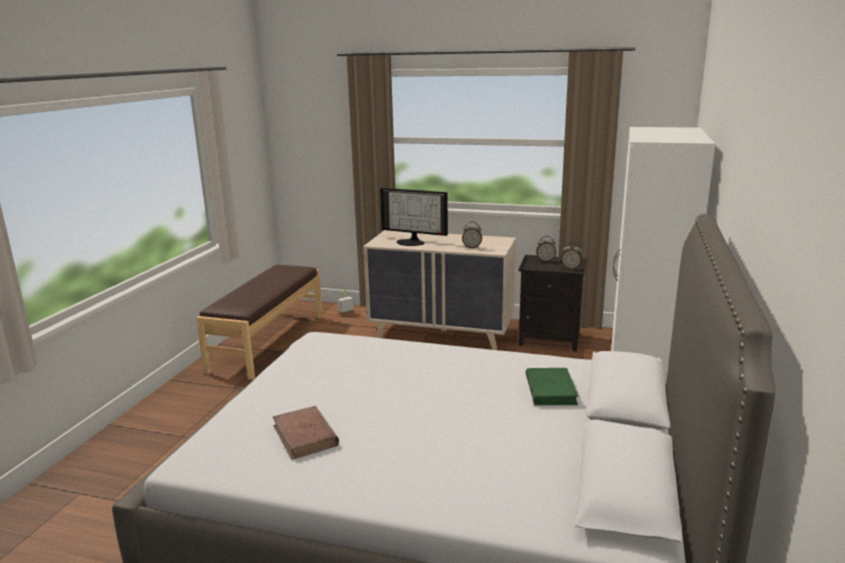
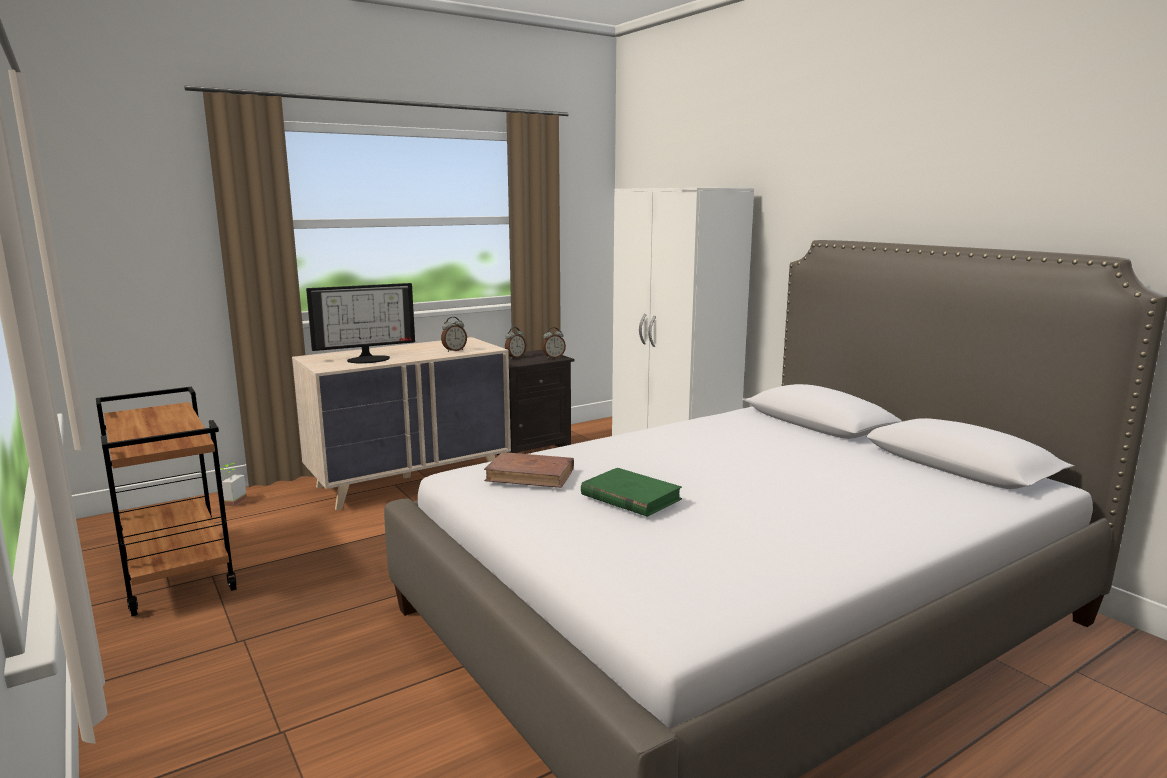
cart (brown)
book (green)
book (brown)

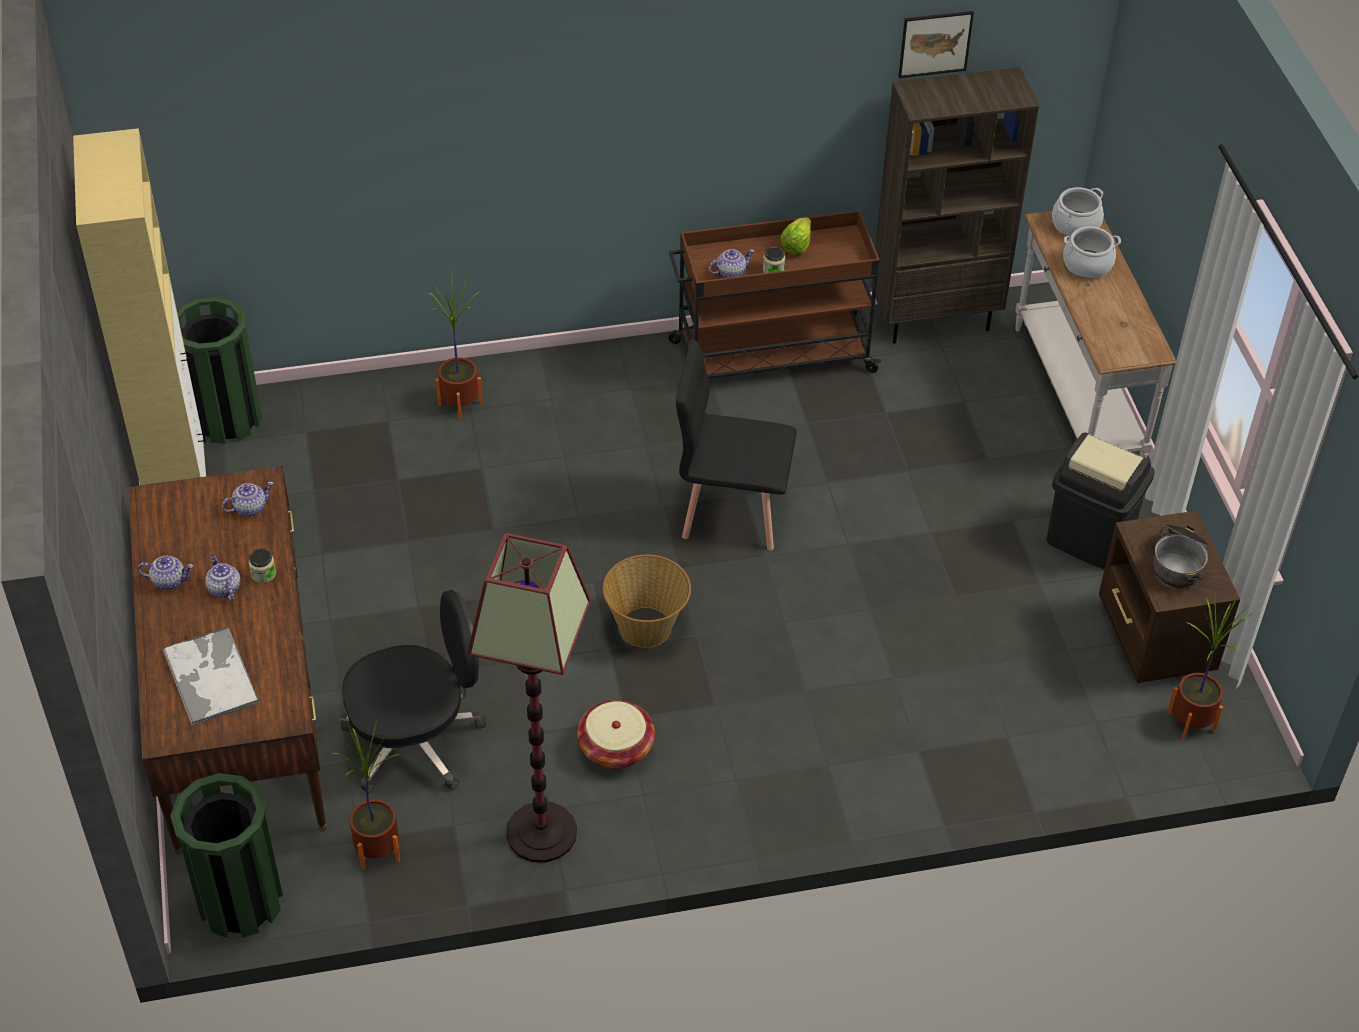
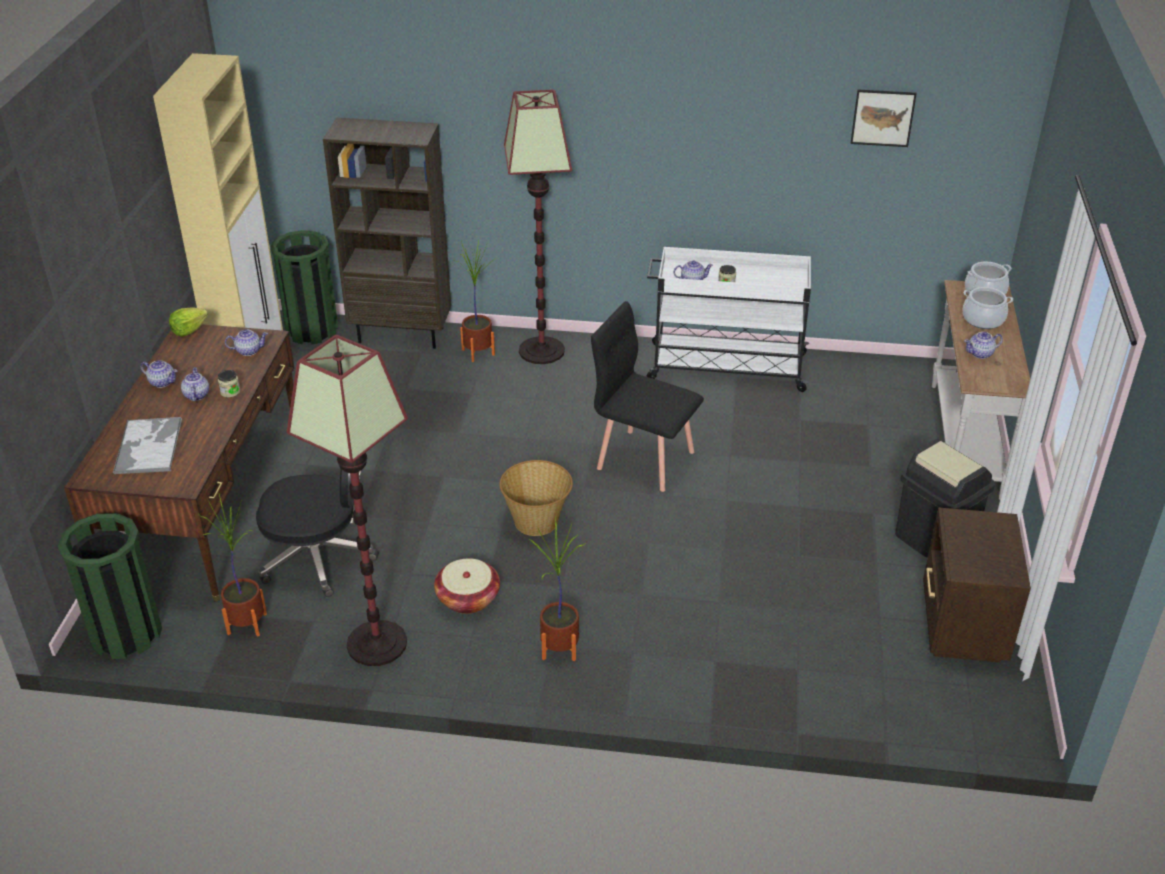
bookcase (brown)
cart (white)
lettuce
cooking pot (3rd from left in the first image)
potted plant (3rd from left)
floor lamp (2nd from left)
teapot (5th from left)

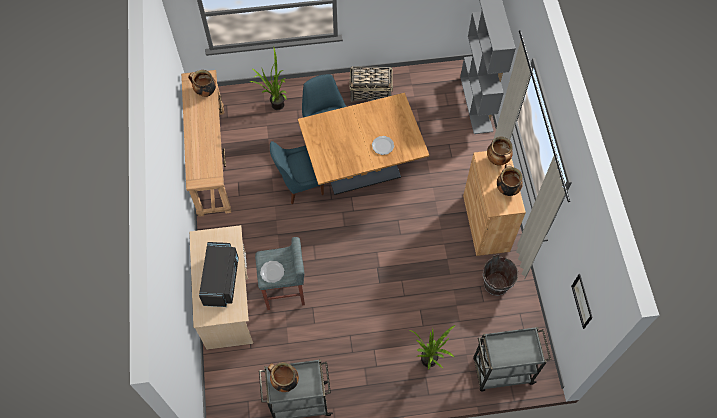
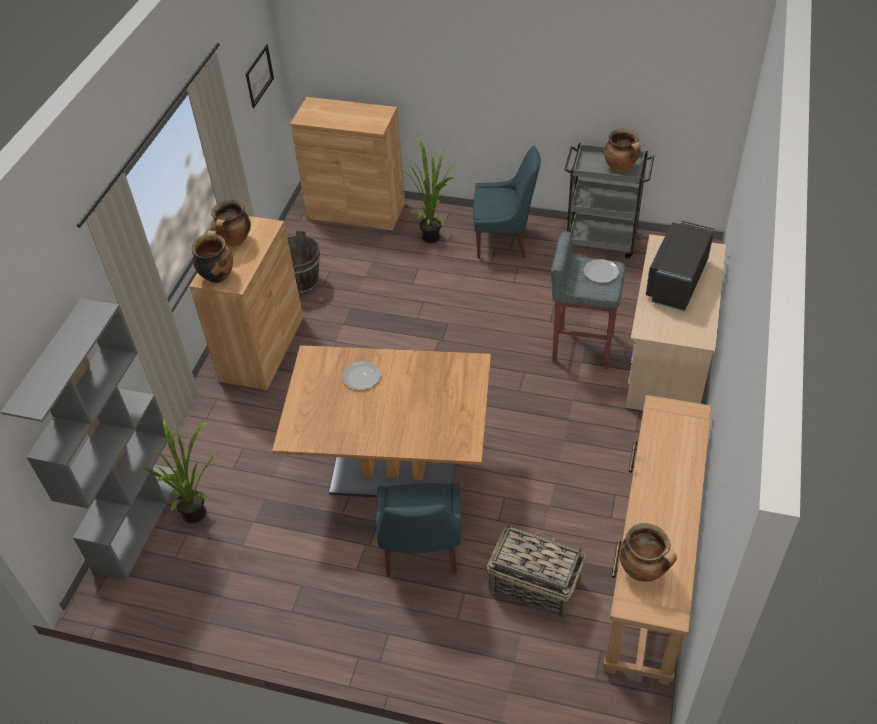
potted plant (1st from left)
basket
chair (blue) (2nd from left)
cabinet (brown) (2nd from left)

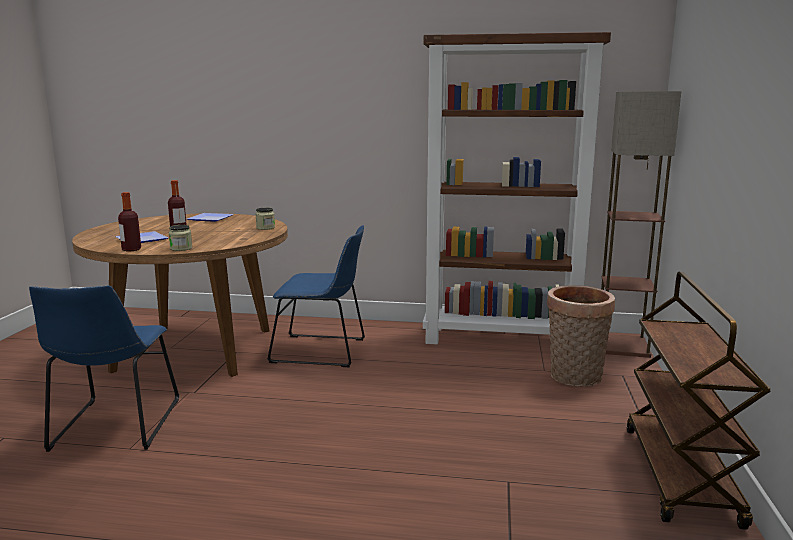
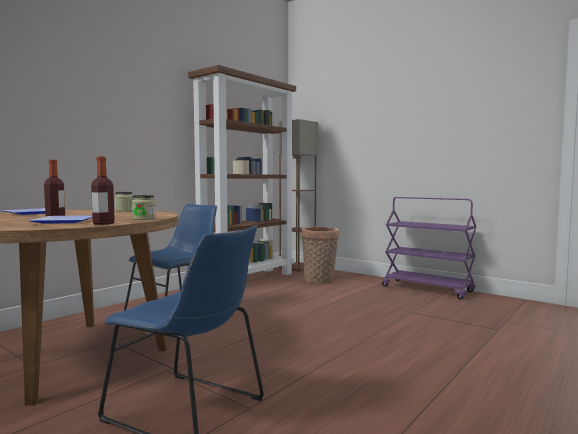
cart (purple)

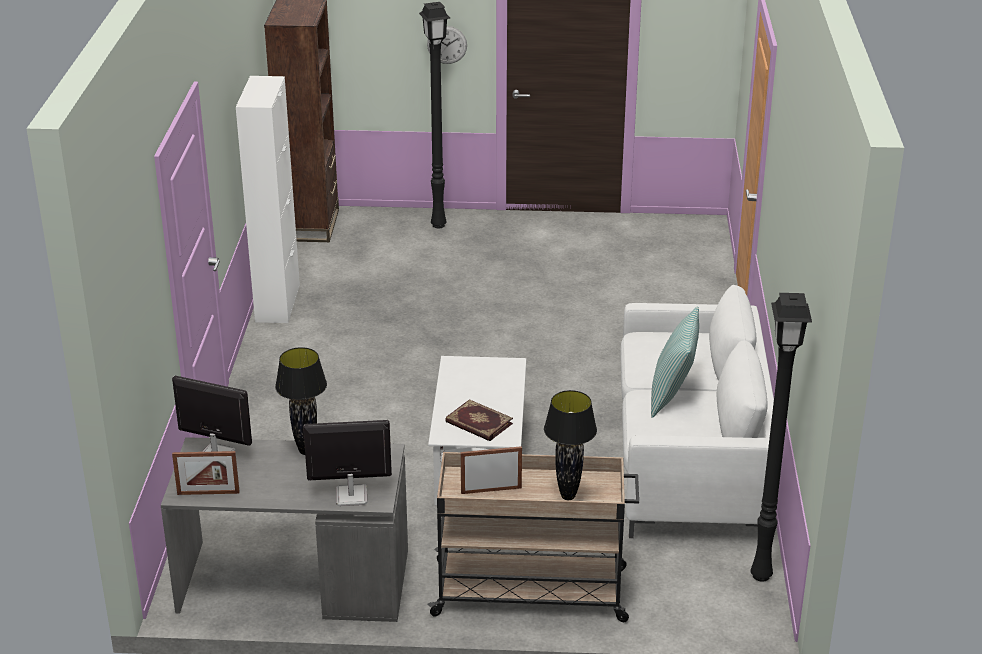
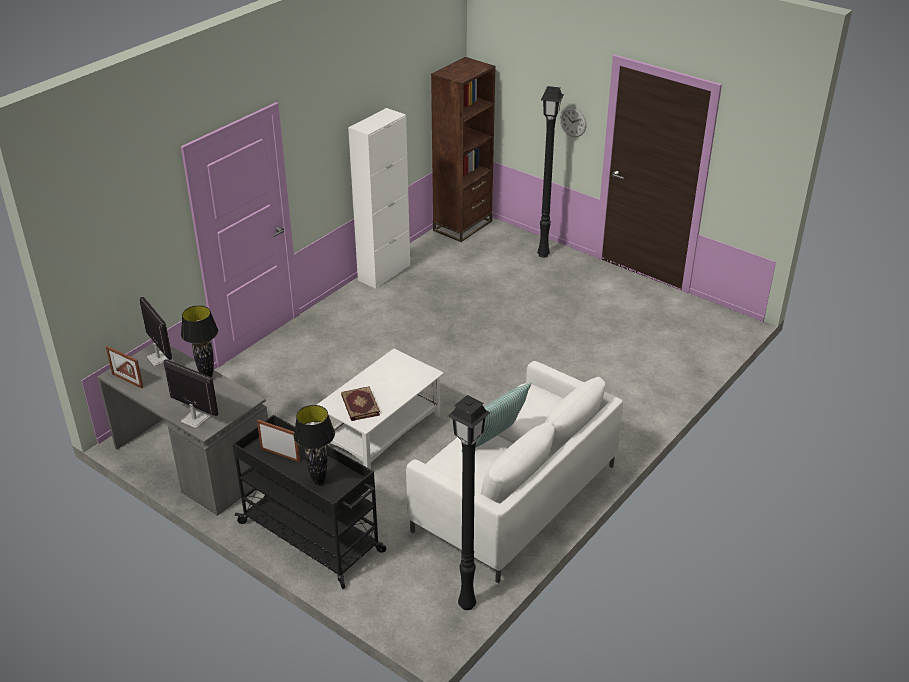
cart (black)

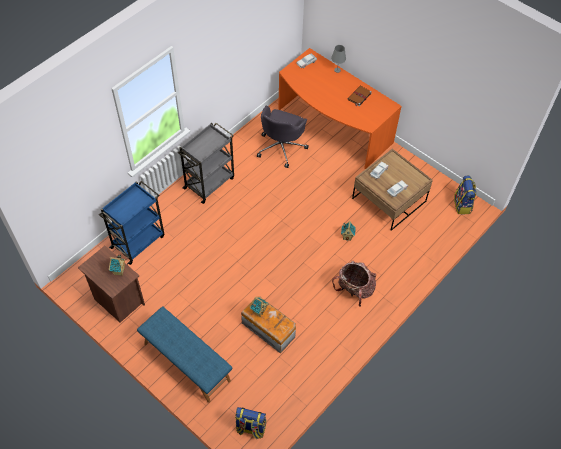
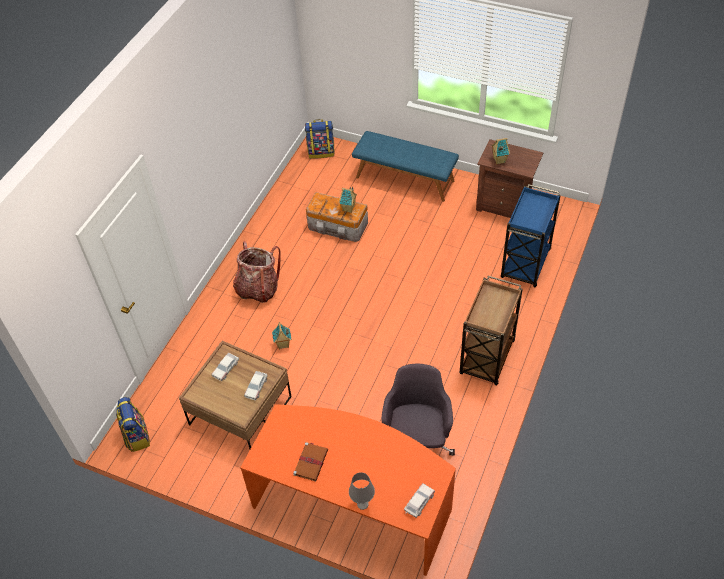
cart (brown)

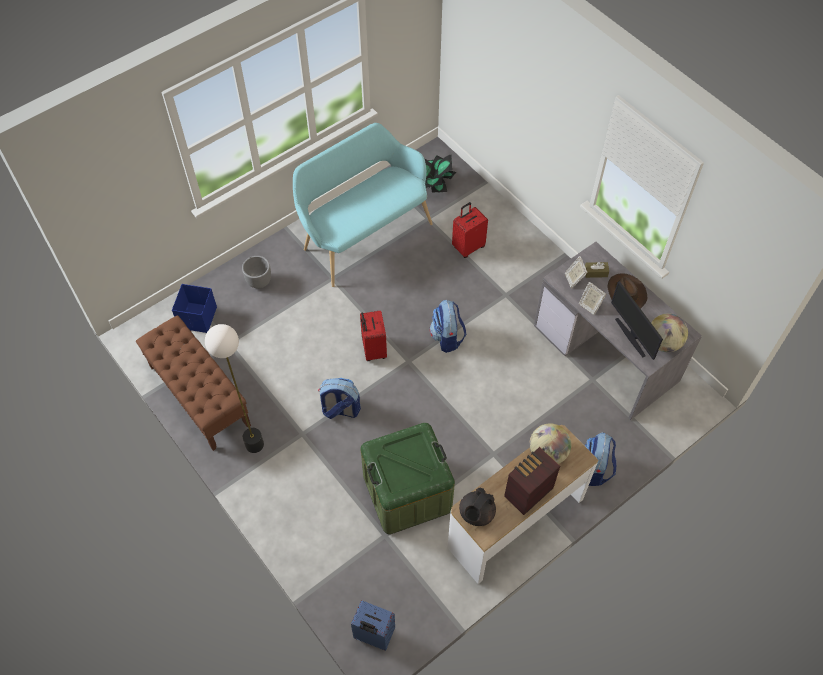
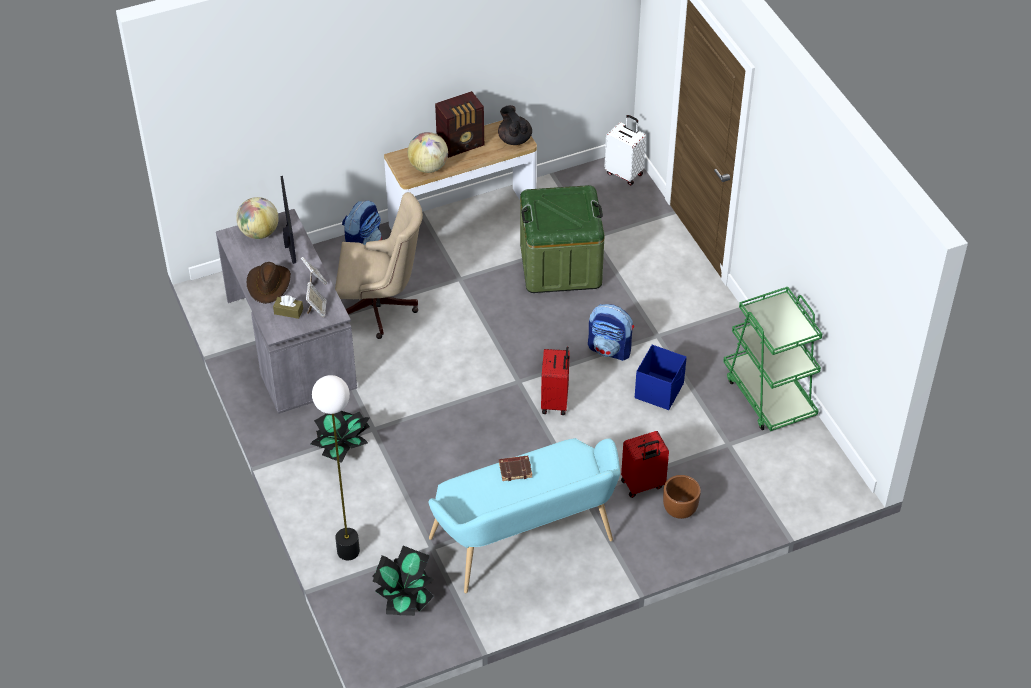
suitcase (red) (2nd from left)
planter (brown)
storage box (blue)
backpack (2nd from left in the first image)
cart (green)
floor lamp
teapot (black)
suitcase (white)
office chair (beige)
potted plant (1st from left)
book (brown)

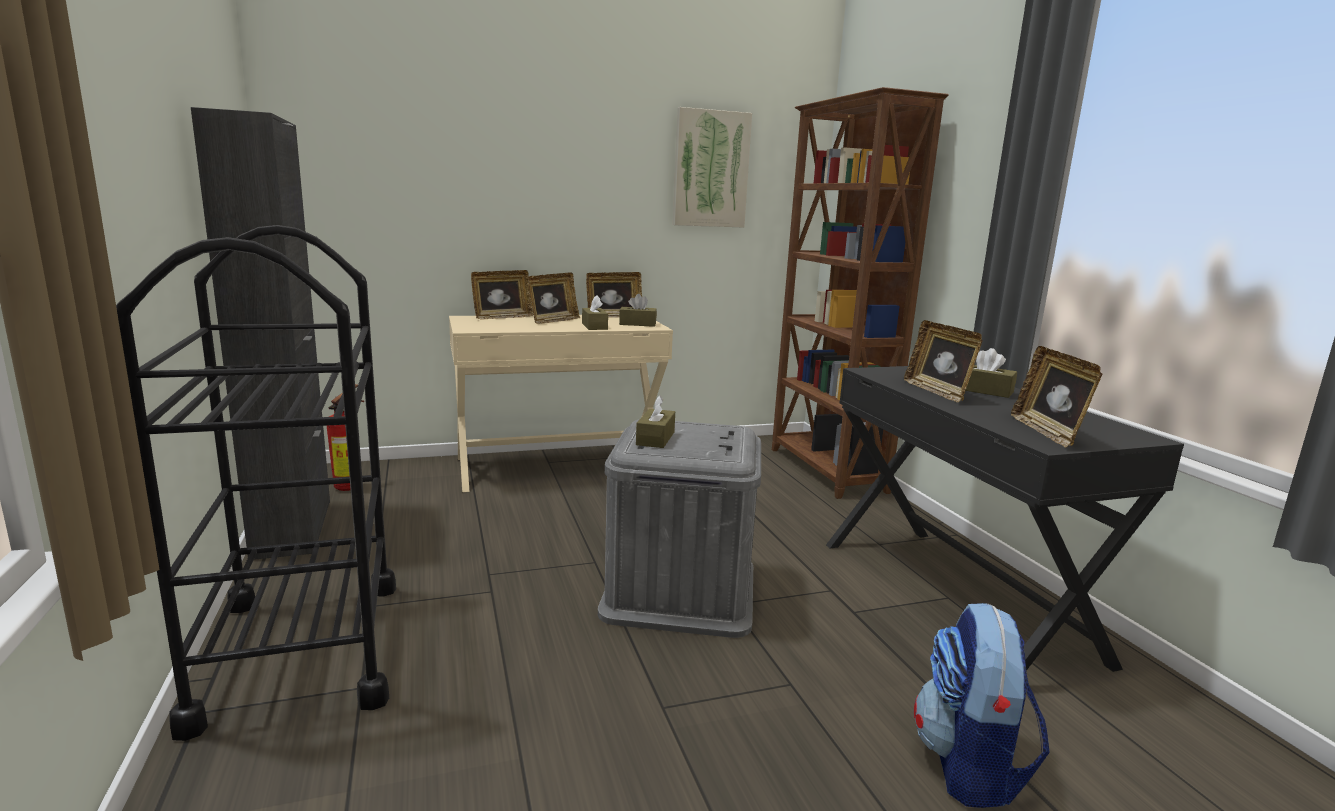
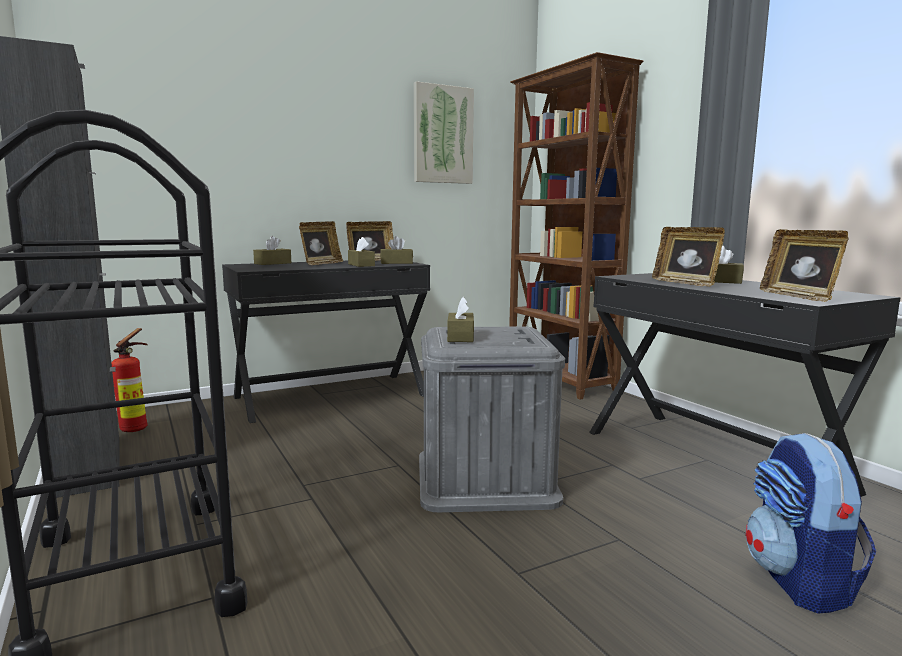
tissue box (brown) (1st from left)
desk (black) (1st from left)

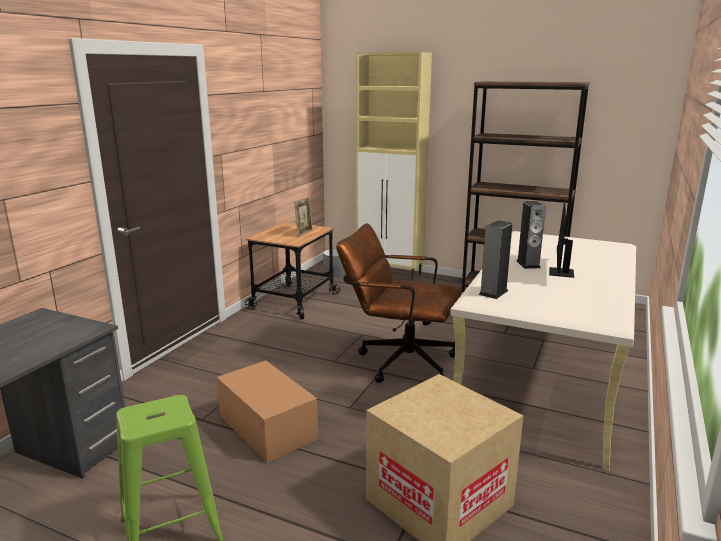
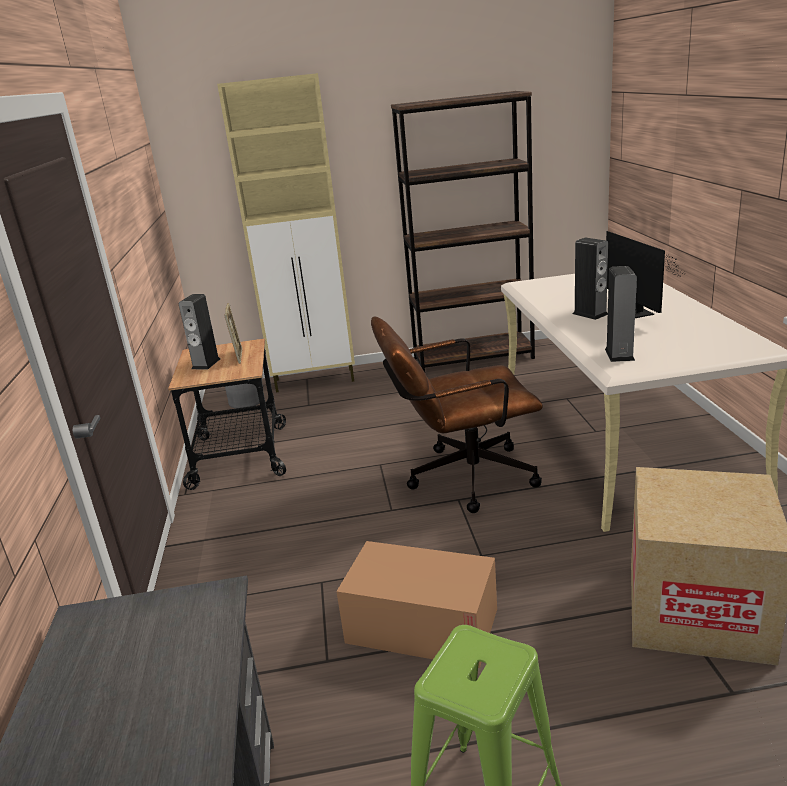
speaker (1st from left)

